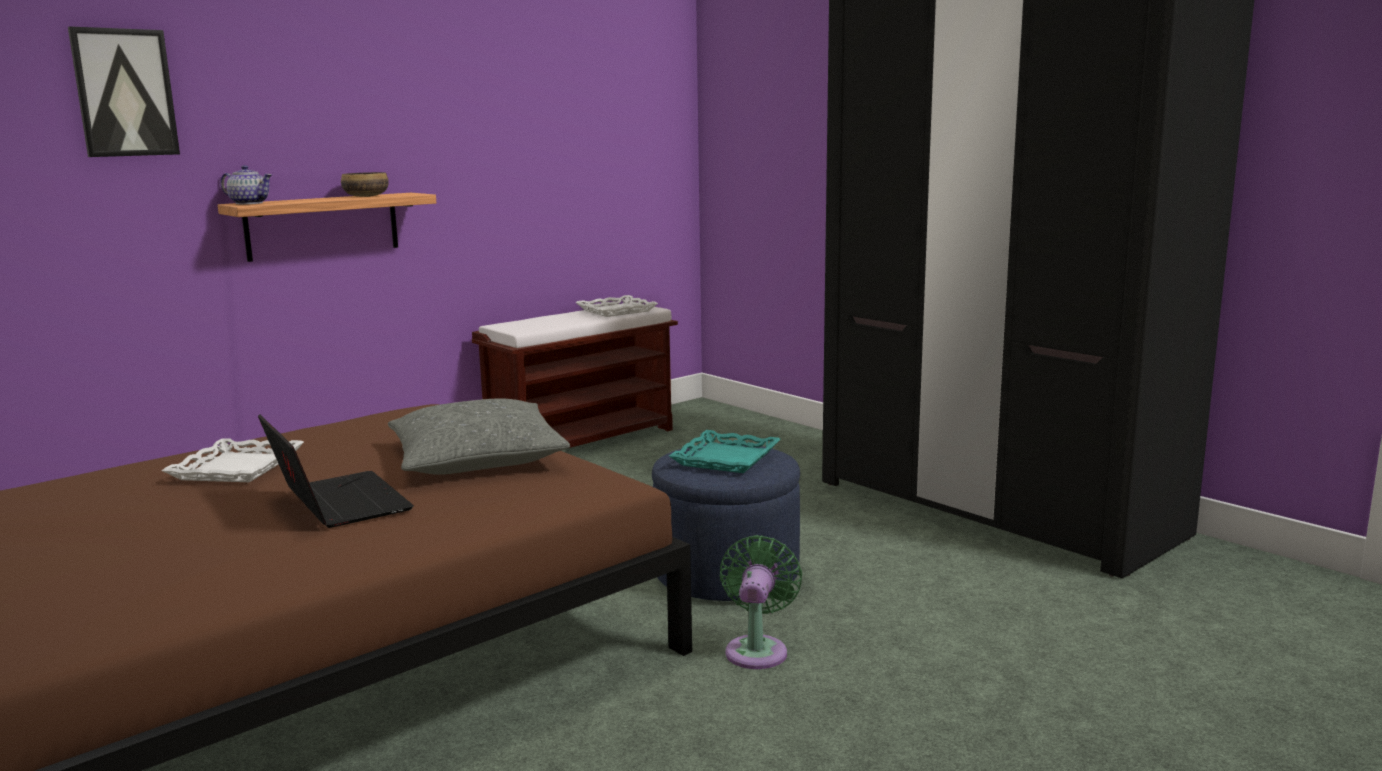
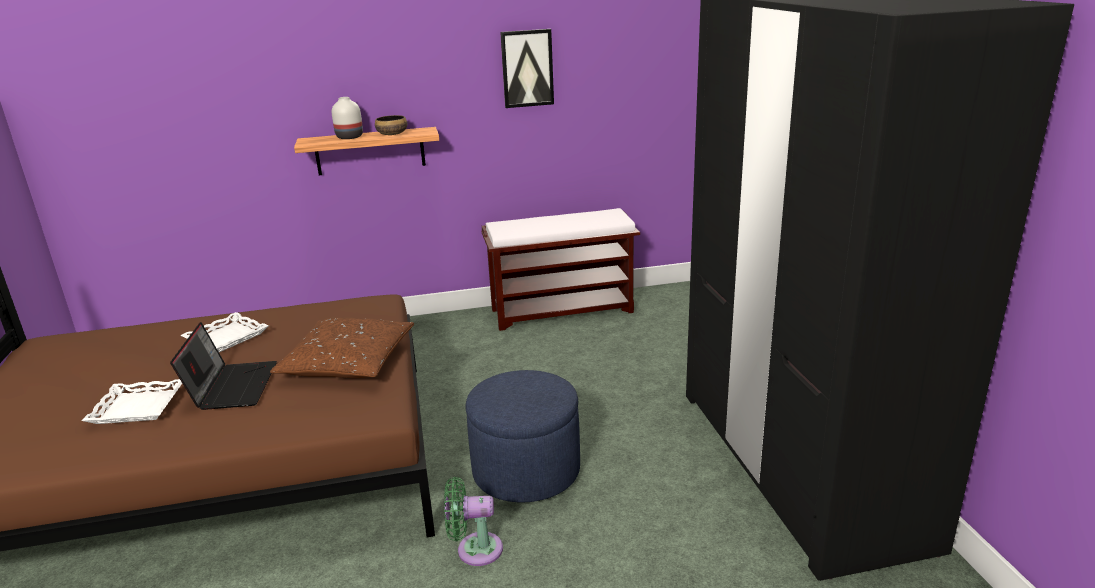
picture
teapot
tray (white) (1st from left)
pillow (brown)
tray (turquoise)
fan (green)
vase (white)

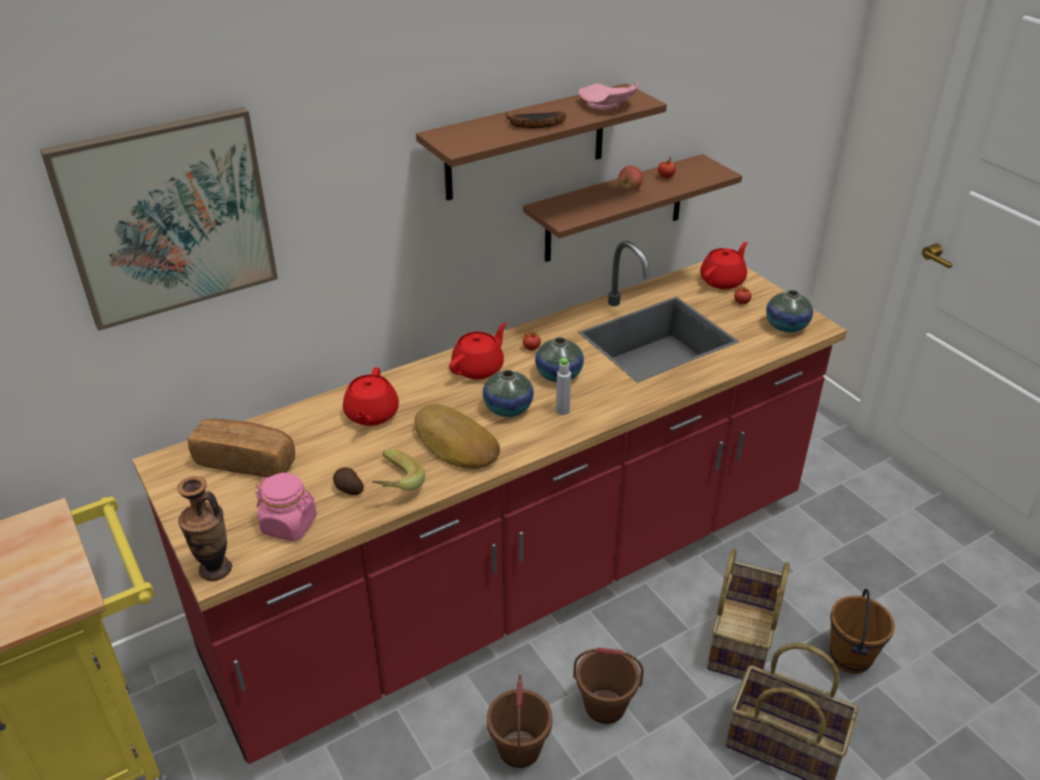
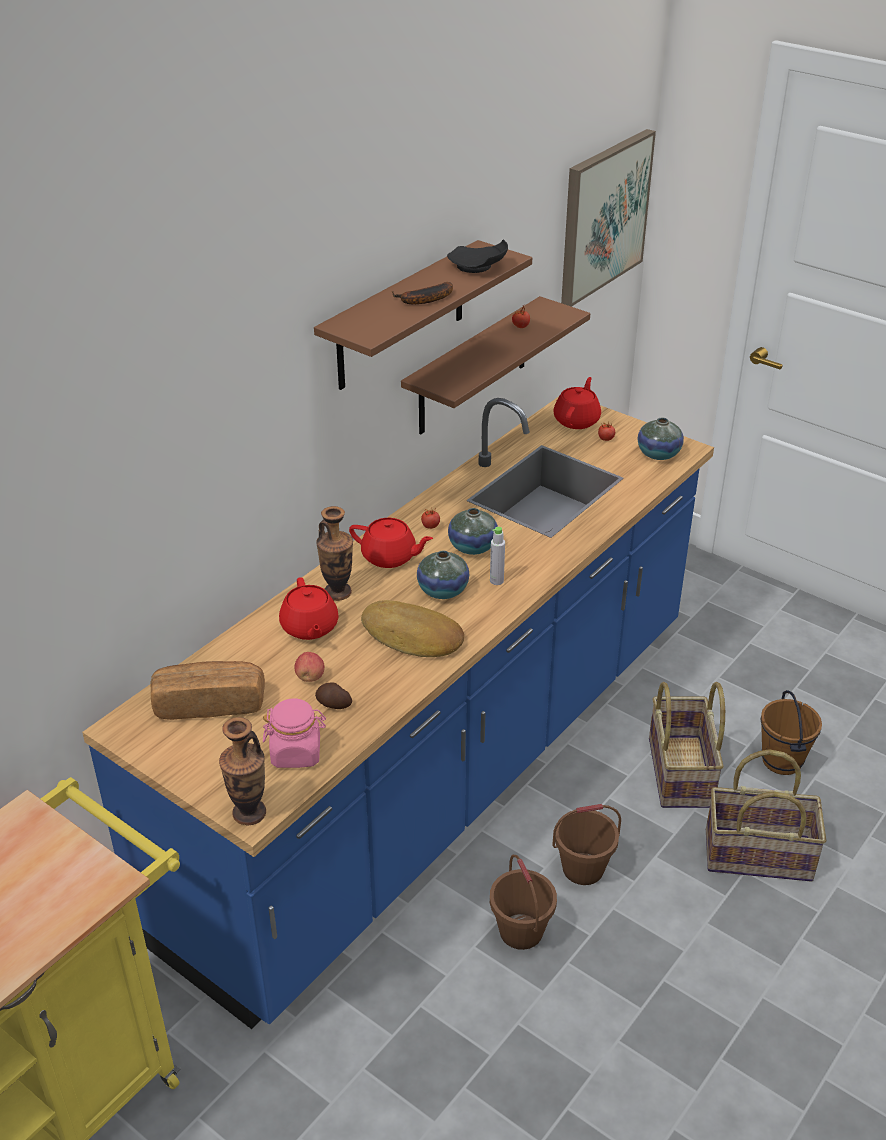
plate (black)
picture
apple
counter (blue)
teapot (red) (2nd from left)
banana (1st from left in the first image)
vase (2nd from left)

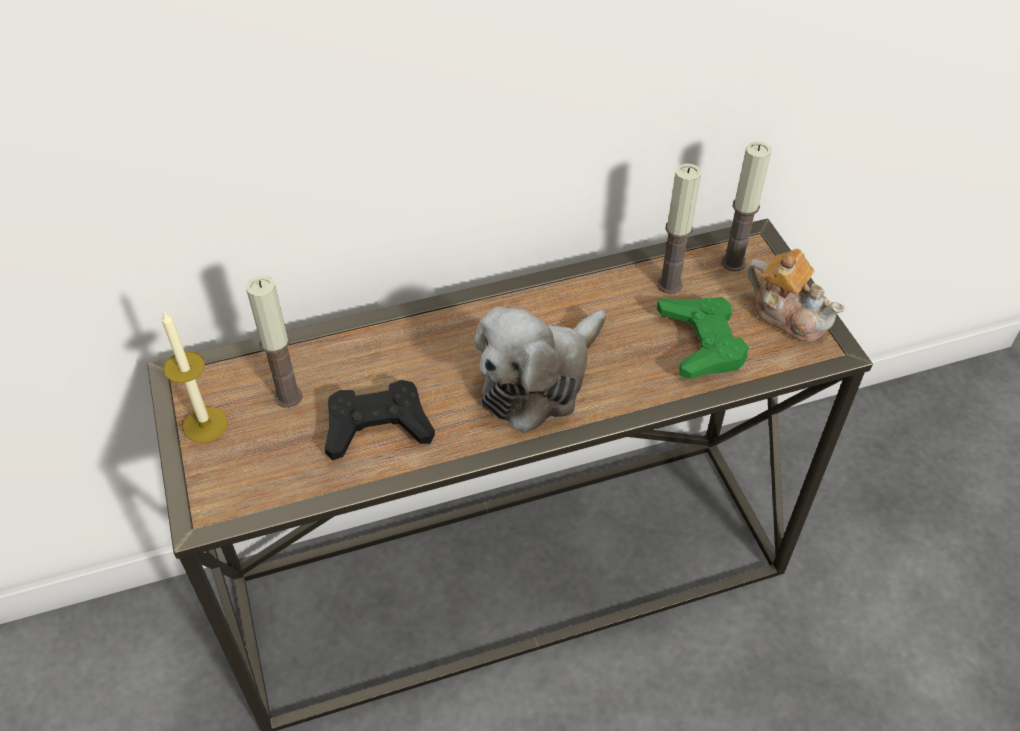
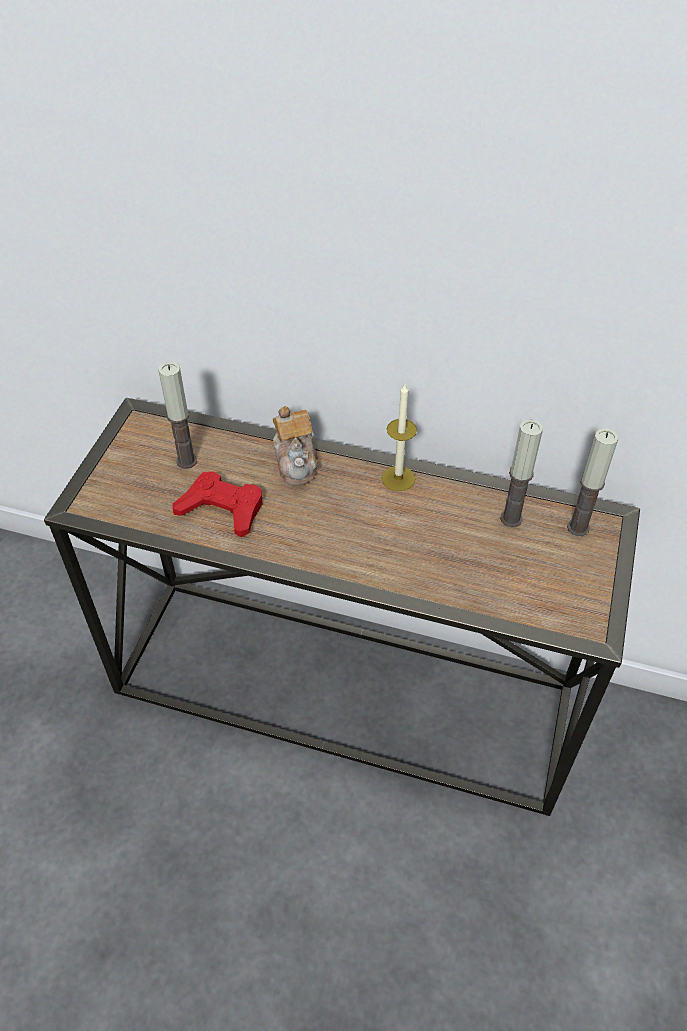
teapot
game controller (green)
plush toy
candle (2nd from left)
game controller (red)

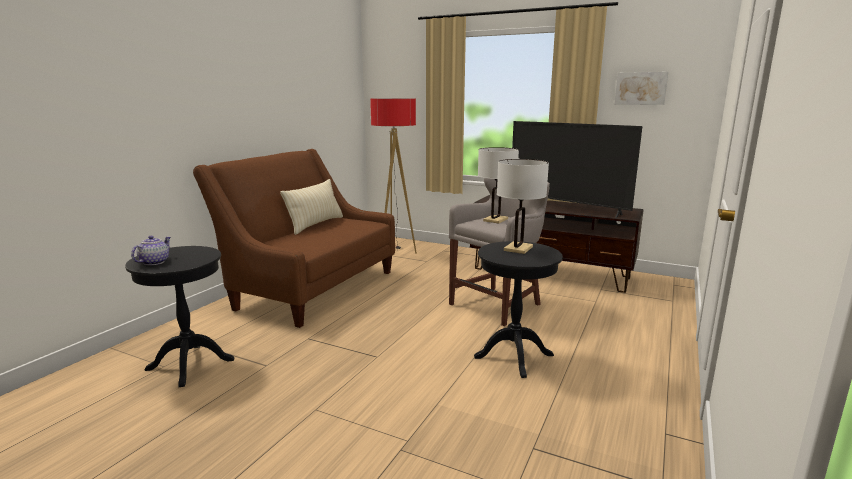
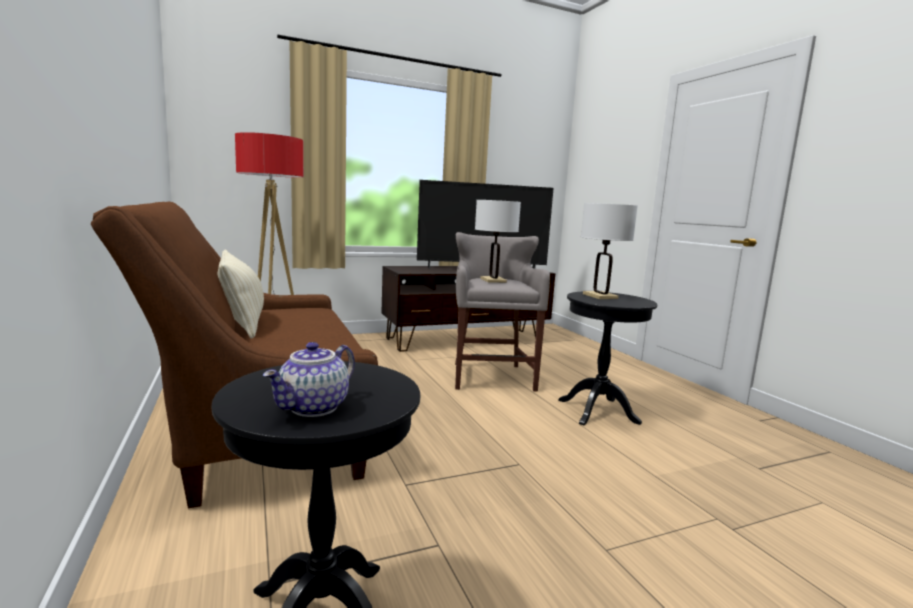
picture
teapot

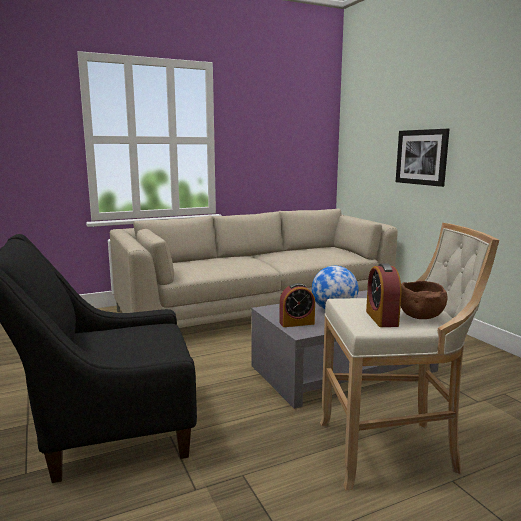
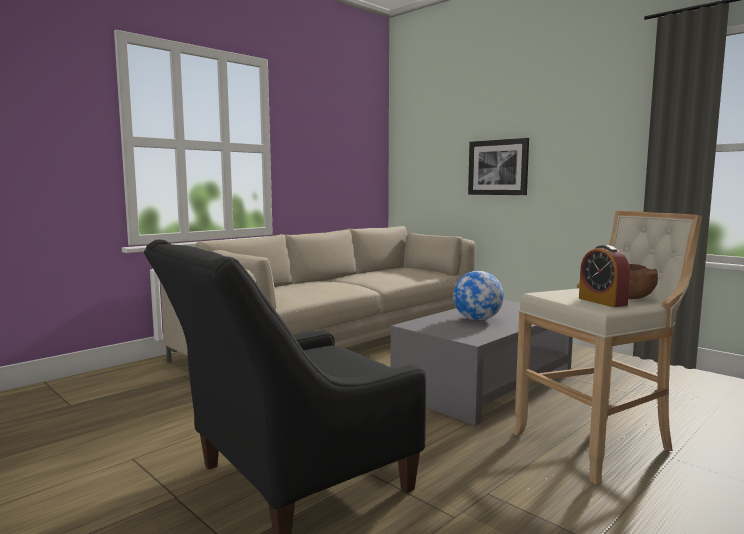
alarm clock (1st from left in the first image)

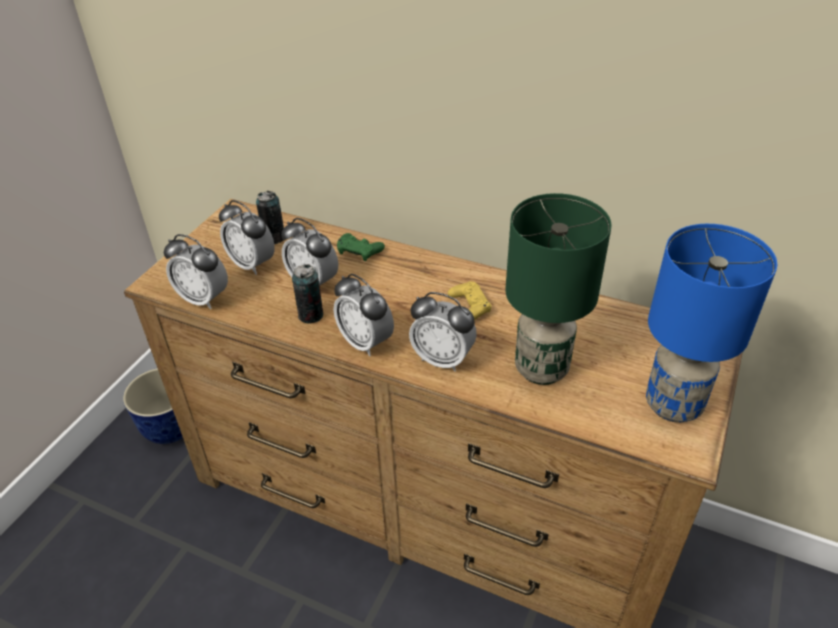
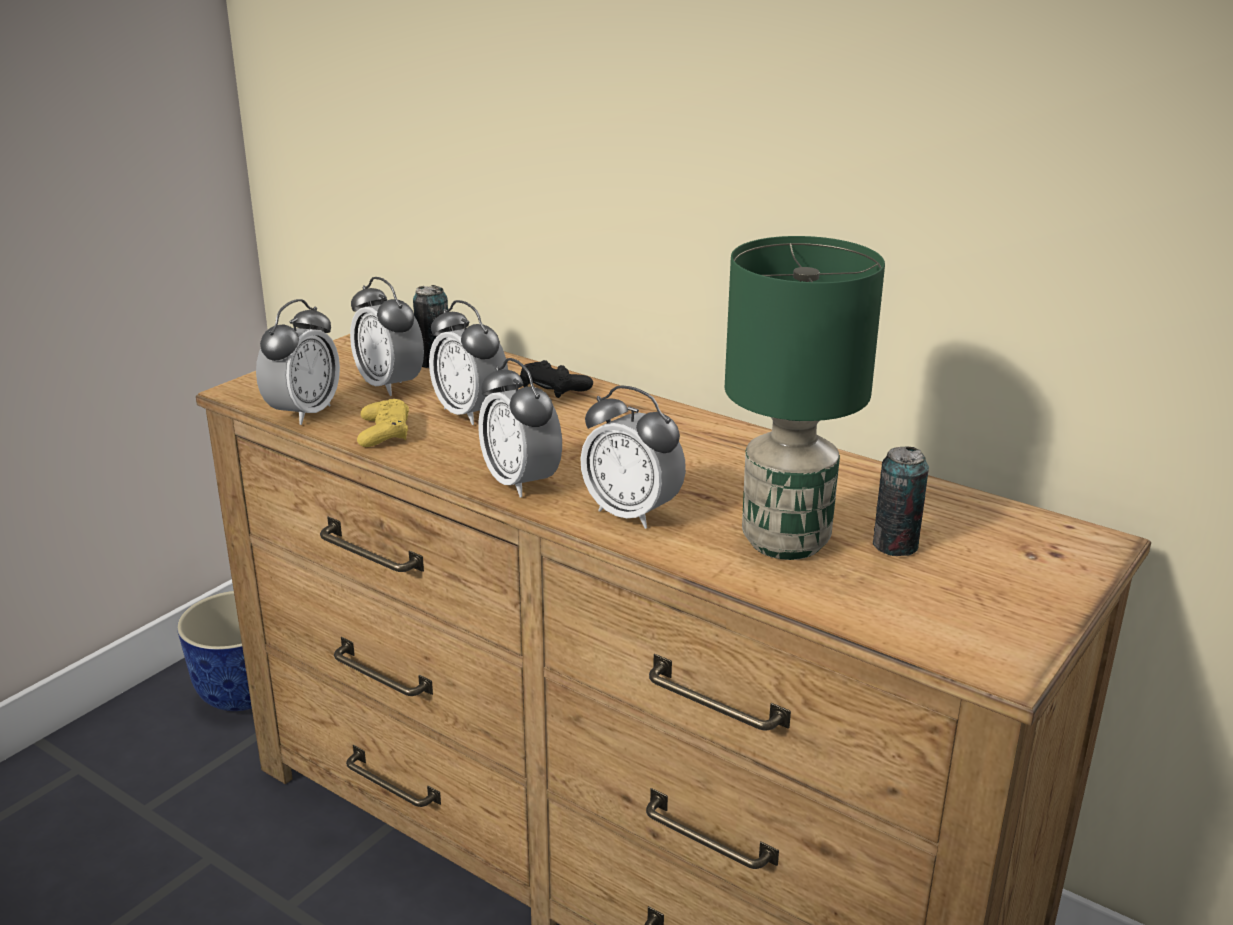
table lamp (blue)
game controller (black)
alarm clock (1st from left)
can (2nd from left)
game controller (yellow)

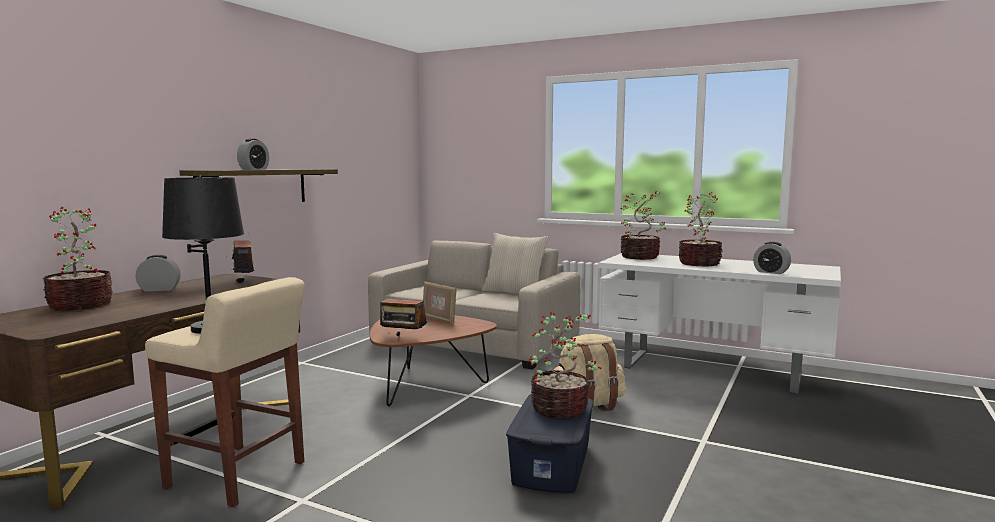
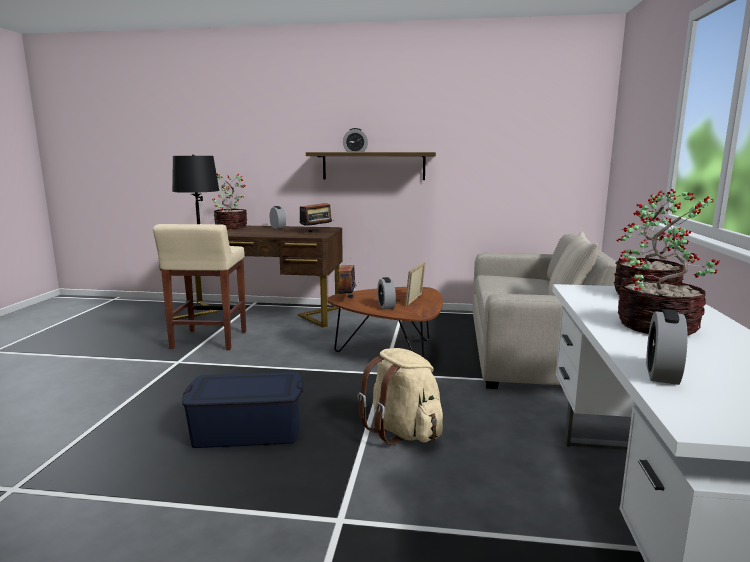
potted plant (2nd from left in the first image)
alarm clock (3rd from left)

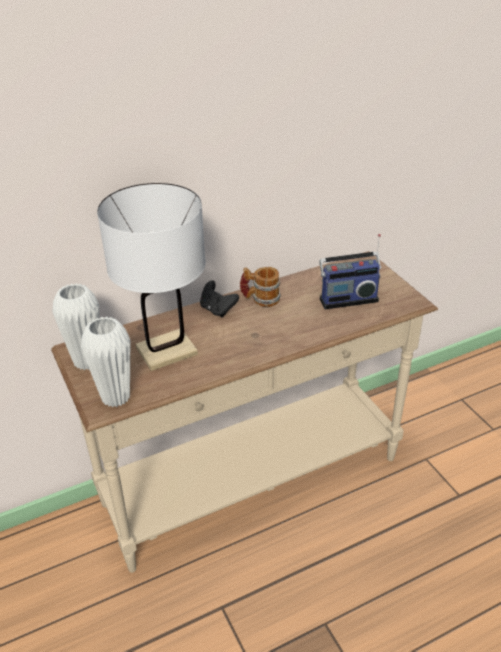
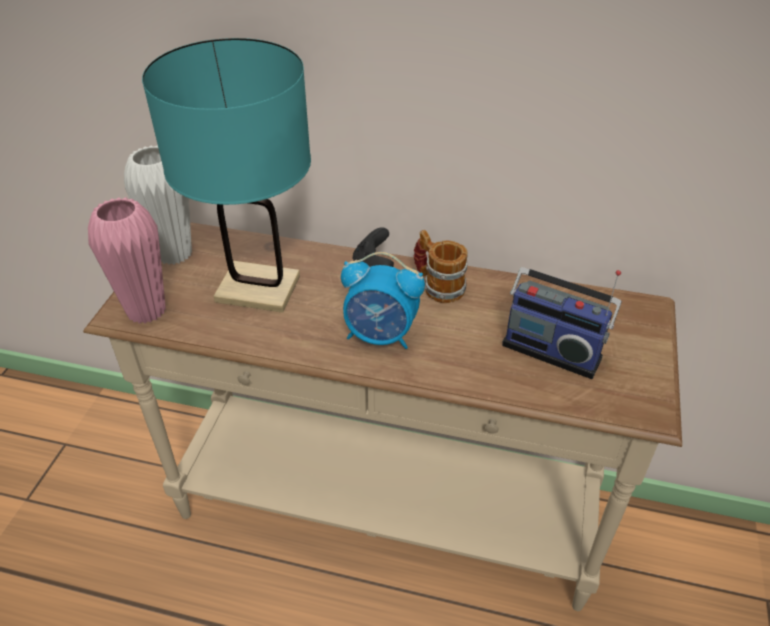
table lamp (turquoise)
vase (pink)
alarm clock

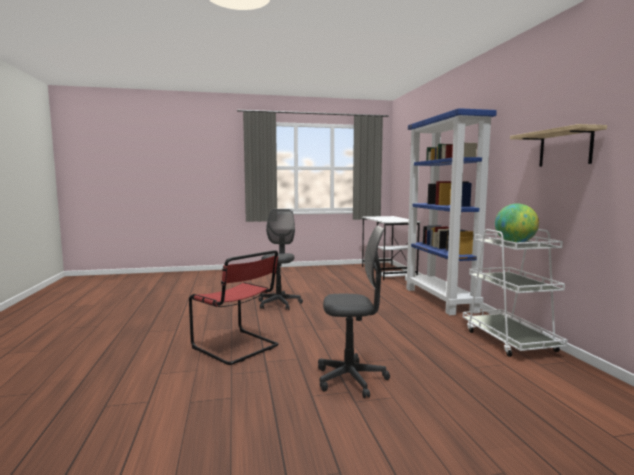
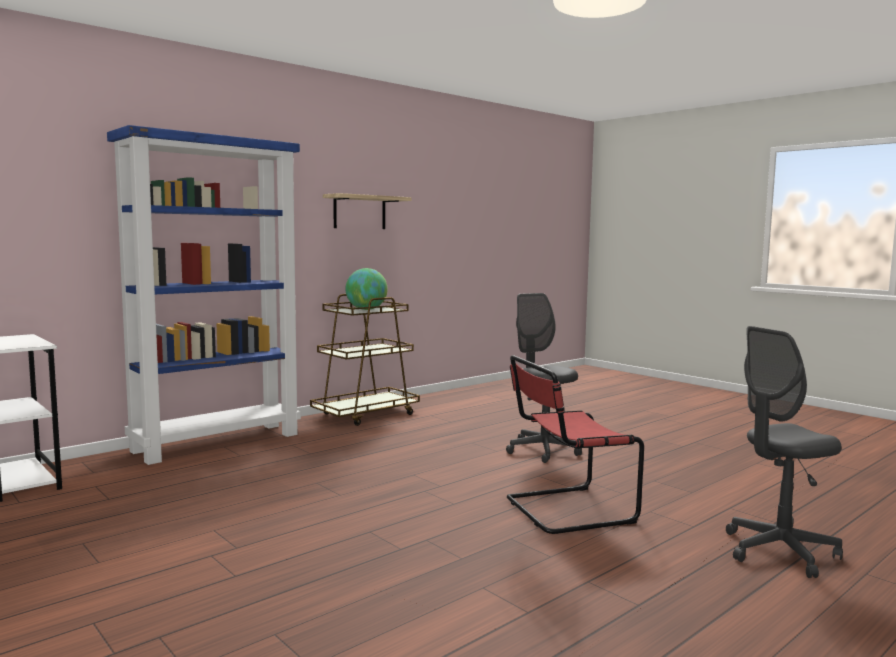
office chair (grey) (2nd from left)
cart (brown)
chair (red)

